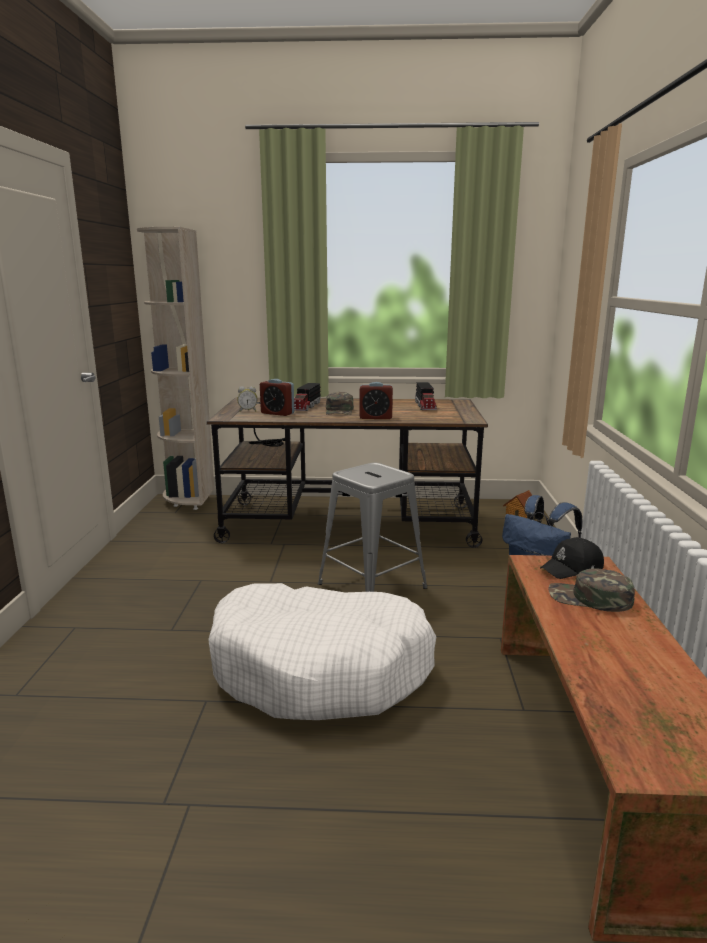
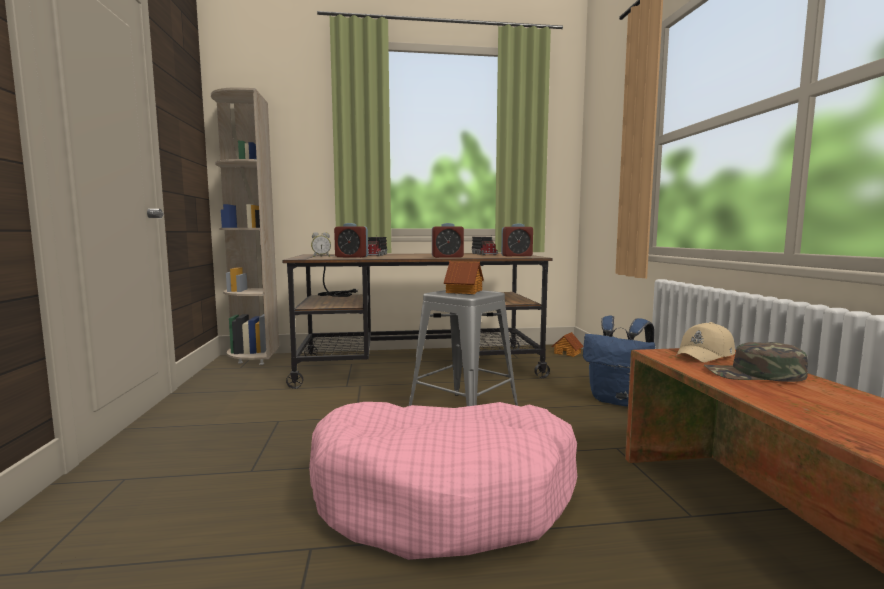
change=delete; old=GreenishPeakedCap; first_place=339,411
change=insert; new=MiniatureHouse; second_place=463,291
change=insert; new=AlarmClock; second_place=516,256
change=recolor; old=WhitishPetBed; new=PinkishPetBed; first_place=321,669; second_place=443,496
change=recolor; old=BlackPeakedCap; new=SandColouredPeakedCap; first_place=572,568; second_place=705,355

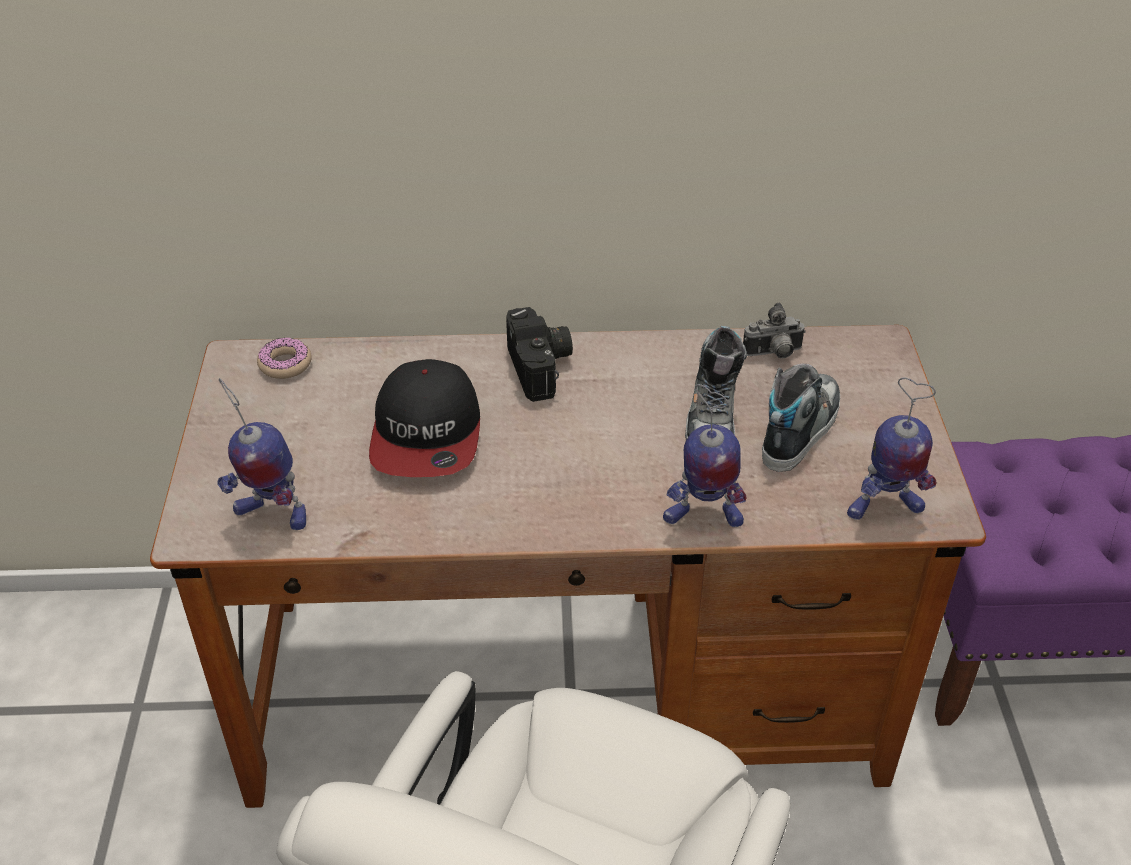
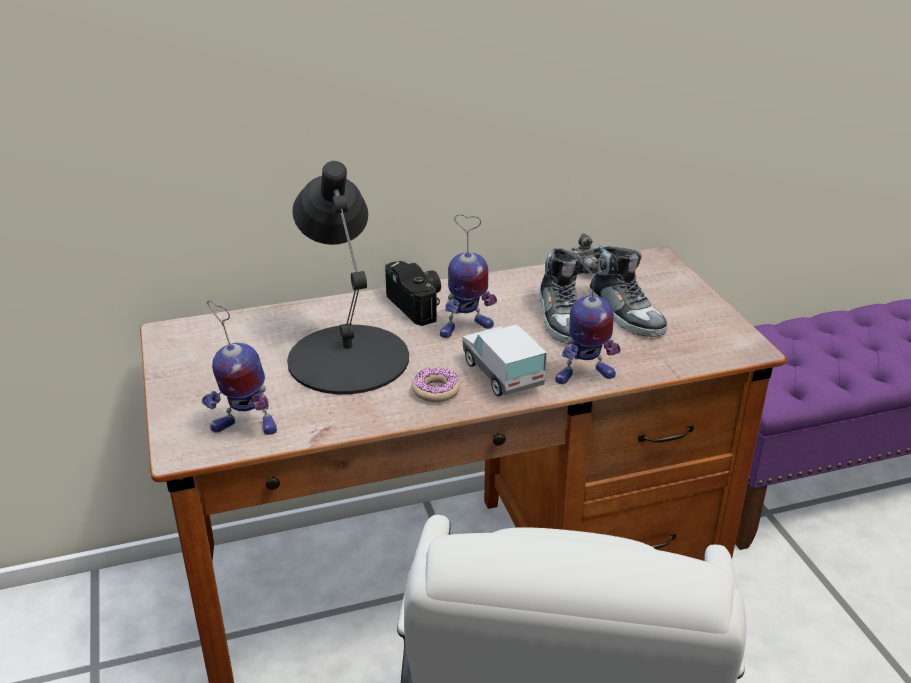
change=insert; new=ToyLorry; second_place=502,375
change=move; old=Donut; first_place=285,364; second_place=436,390
change=move; old=RobotFigure; first_place=884,508; second_place=465,329
change=replace; old=PeakedCap; new=BlackLampForATable; first_place=427,434; second_place=349,357
change=rotate; old=Shoe; first_place=799,429; second_place=625,314; degrees=135

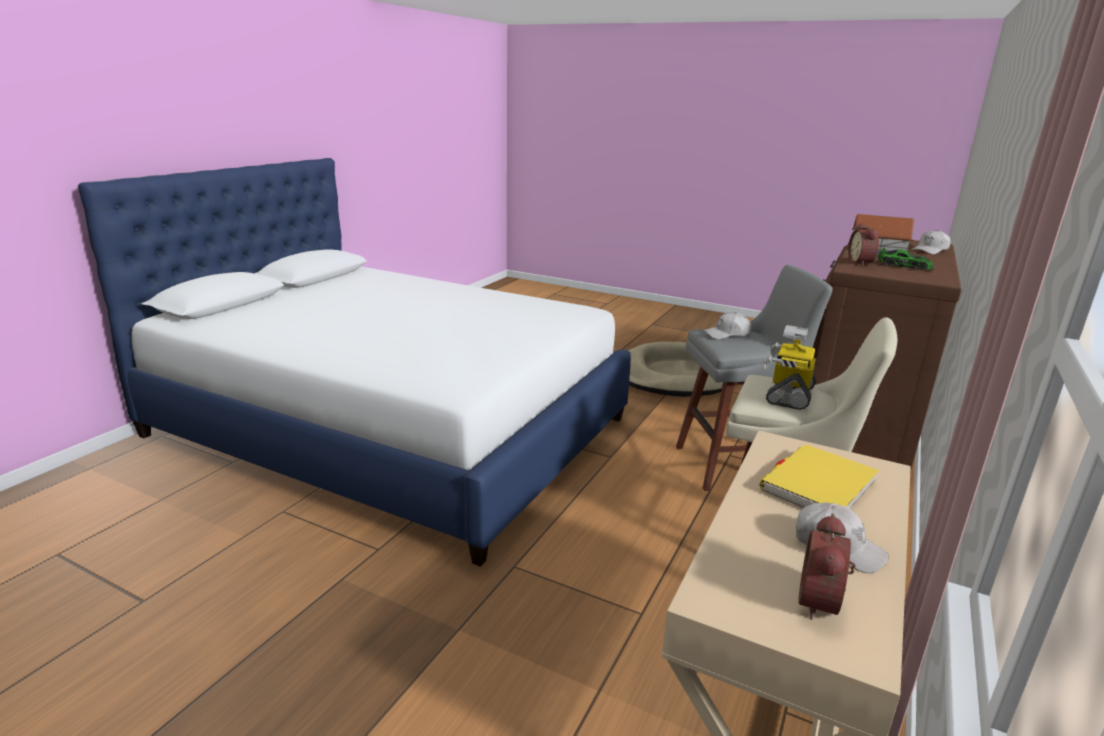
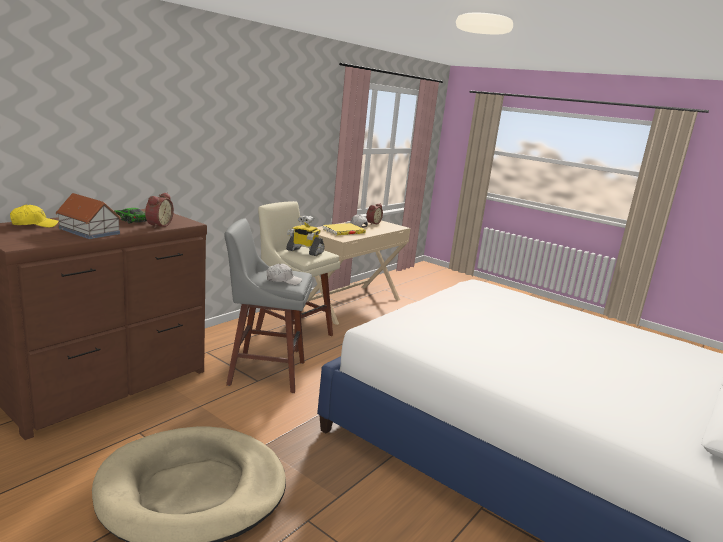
change=recolor; old=WhitishPeakedCap; new=YellowPeakedCap; first_place=930,250; second_place=34,224
change=rotate; old=RobotFigure; first_place=788,395; second_place=304,251; degrees=75

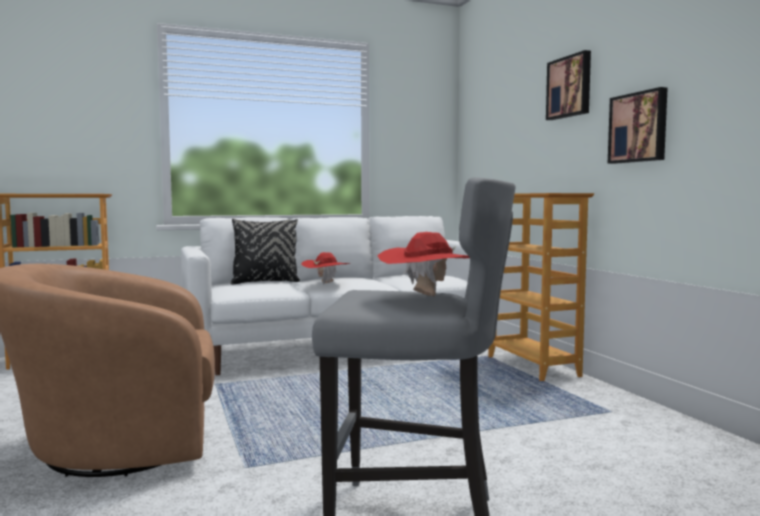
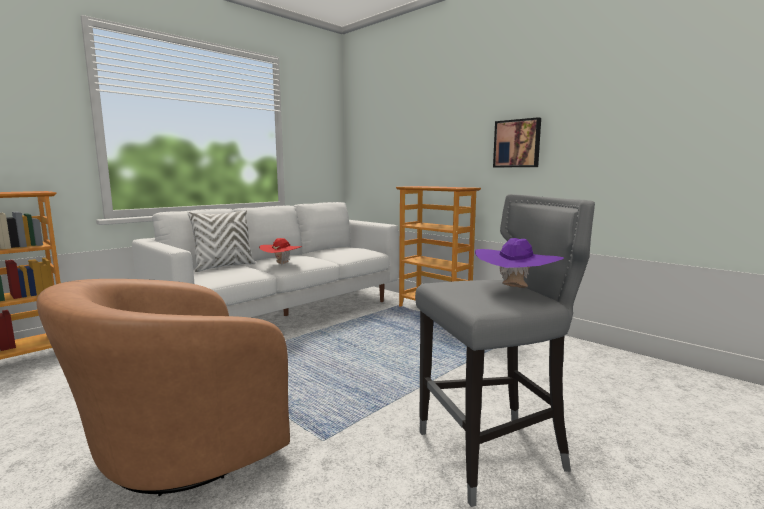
change=delete; old=WallPicture; first_place=570,87
change=recolor; old=BlackPillow; new=WhitishPillow; first_place=265,282; second_place=224,267
change=recolor; old=ReddishHat; new=PurplishHat; first_place=427,298; second_place=515,289

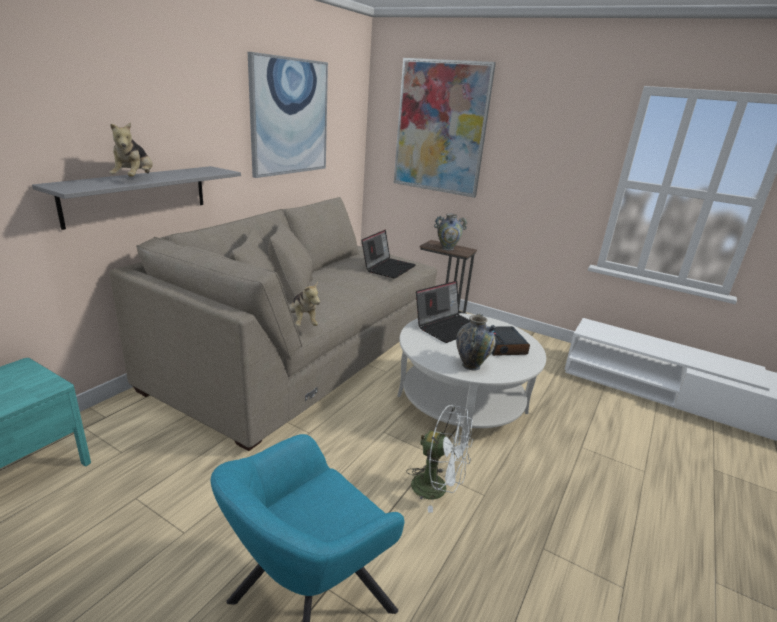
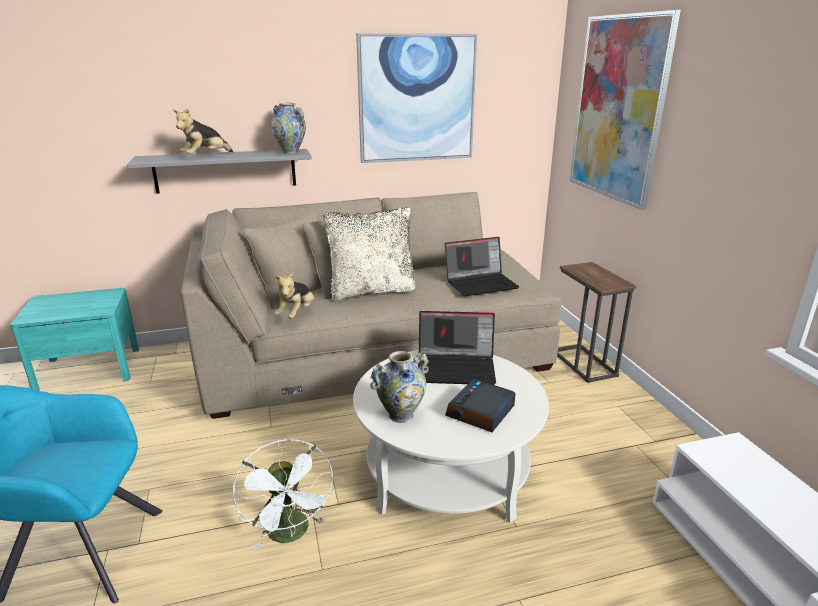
change=insert; new=SandColouredPillow; second_place=373,292
change=move; old=Vase; first_place=447,248; second_place=290,152

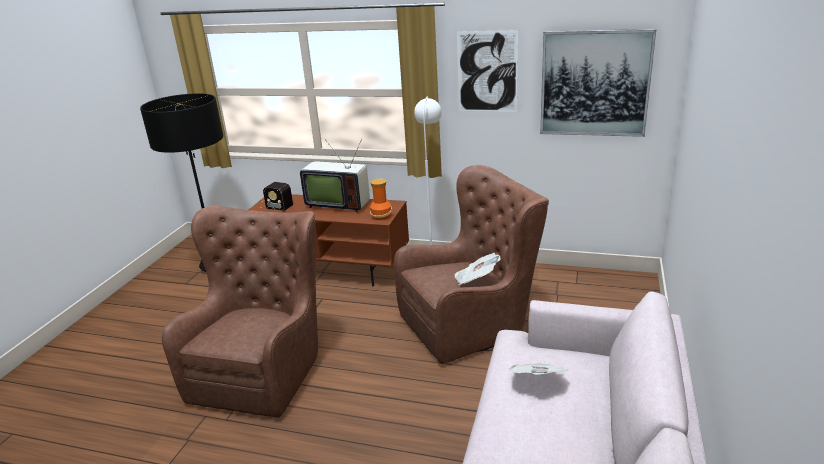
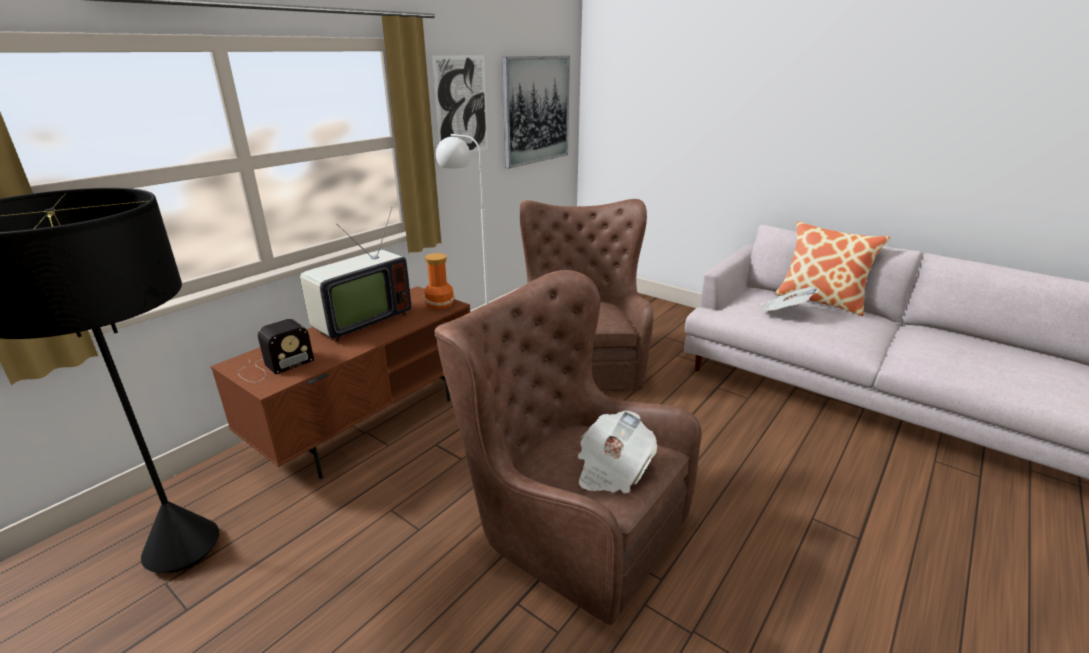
change=insert; new=Pillow; second_place=821,301
change=move; old=PrintedPaper; first_place=476,279; second_place=612,470

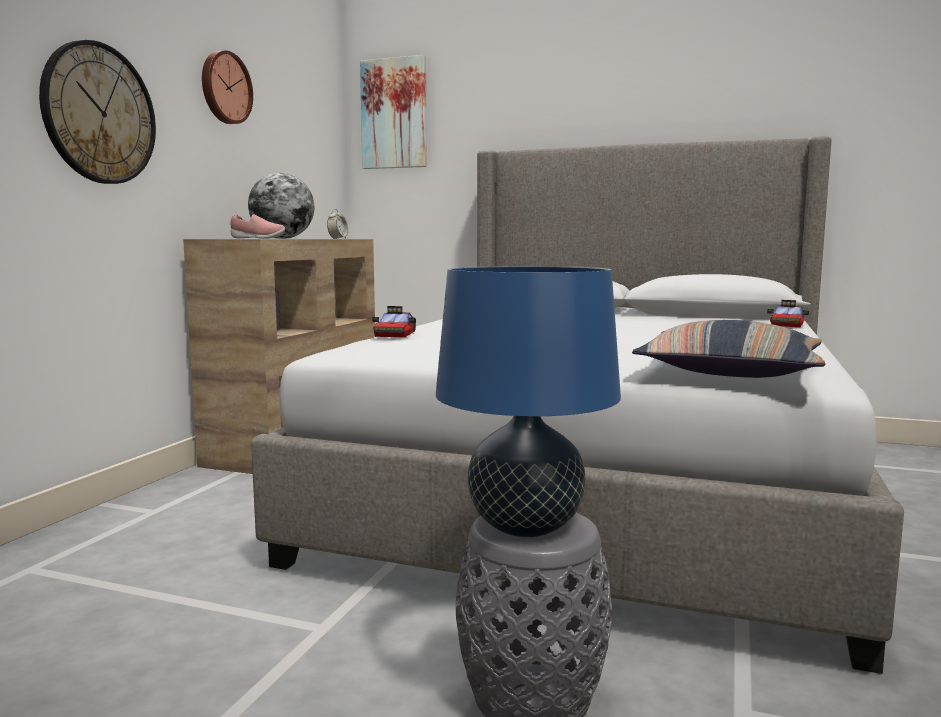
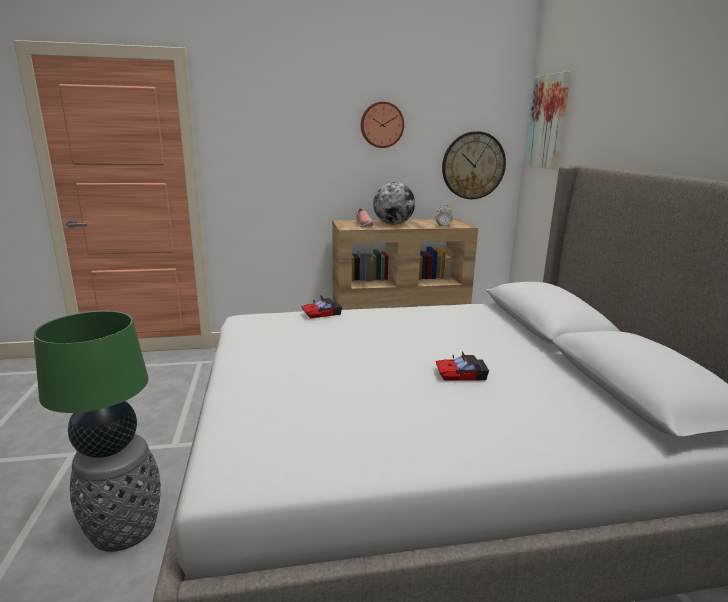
change=delete; old=Pillow; first_place=730,371
change=move; old=HangingClock; first_place=99,114; second_place=473,165
change=move; old=ToyCar; first_place=787,324; second_place=461,374
change=recolor; old=BlueColouredLampForATable; new=GreenishLampForATable; first_place=525,526; second_place=107,448

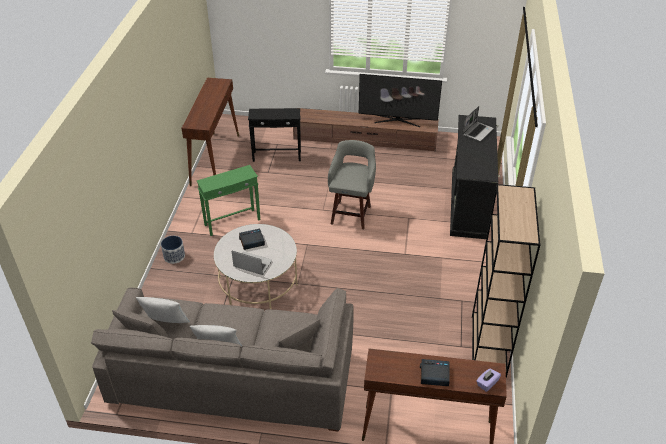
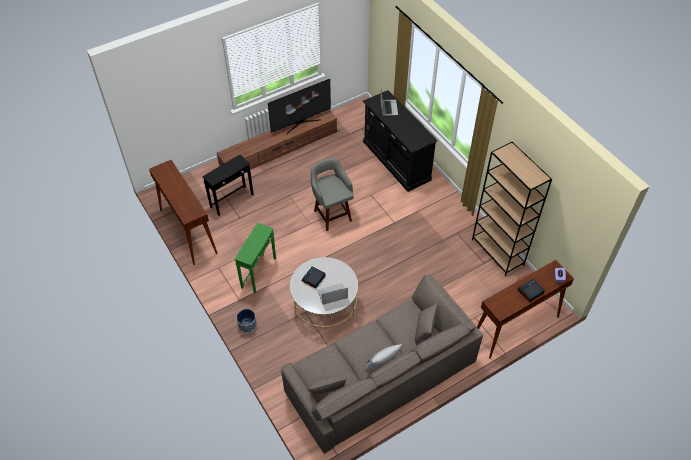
change=delete; old=GrayPillow; first_place=166,324

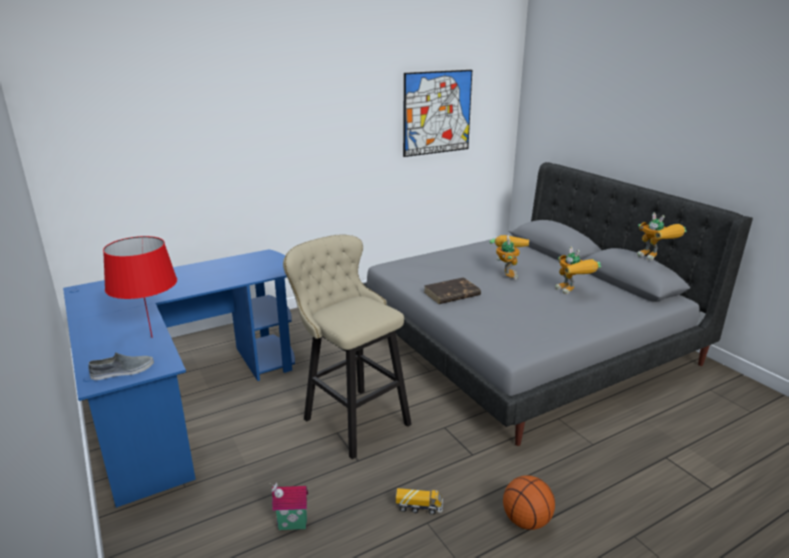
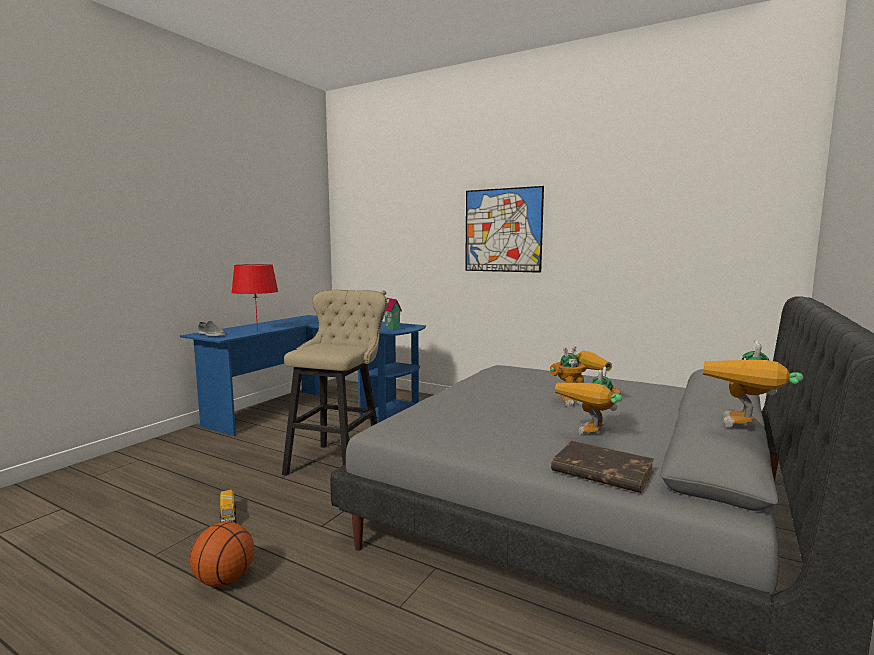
change=move; old=MiniatureHouse; first_place=292,526; second_place=391,329
change=move; old=WallPicture; first_place=437,113; second_place=502,230
change=move; old=BrownishBoundBook; first_place=451,294; second_place=601,471

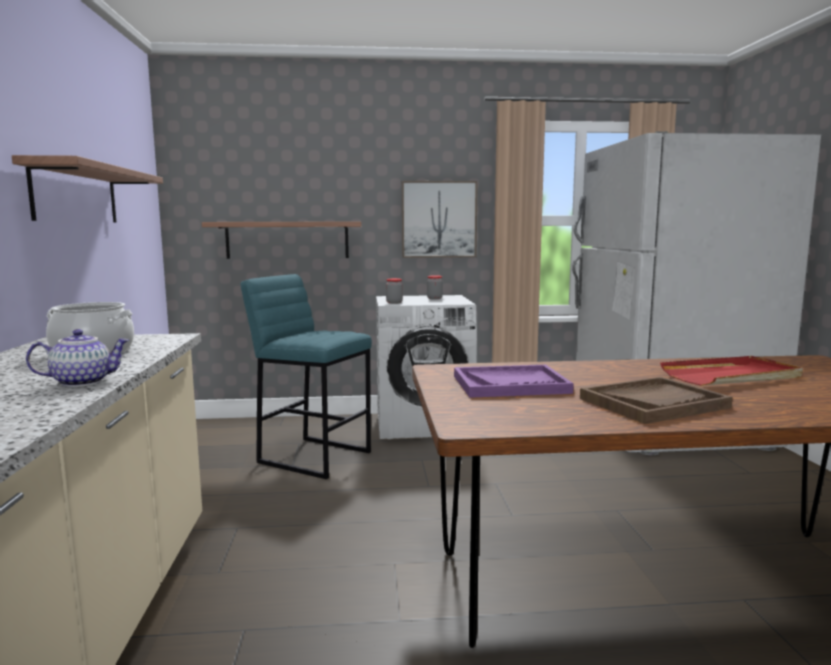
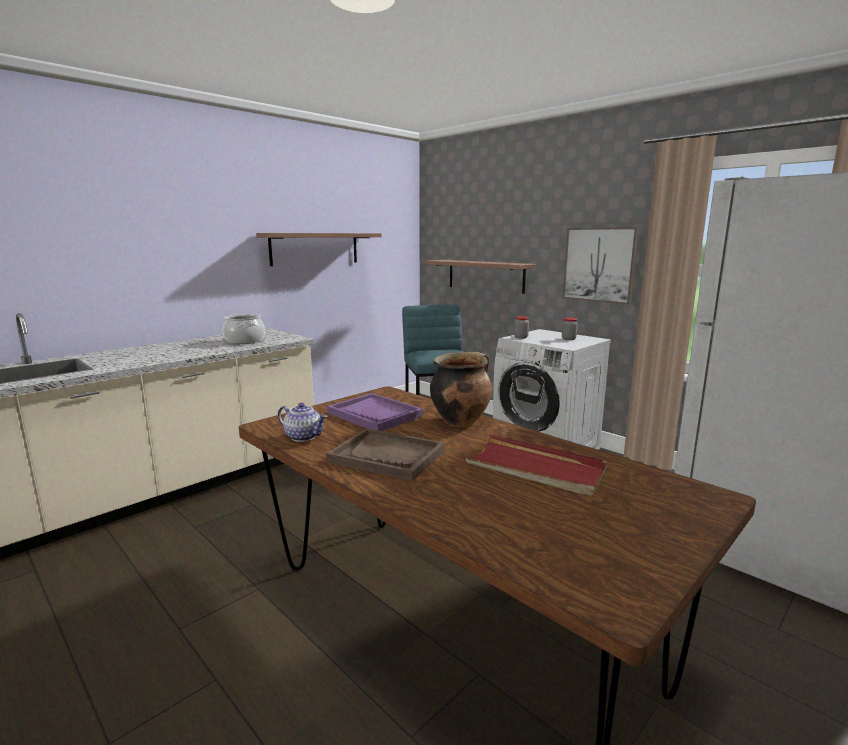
change=insert; new=Stockpot; second_place=460,421
change=move; old=Teapot; first_place=83,382; second_place=304,437

